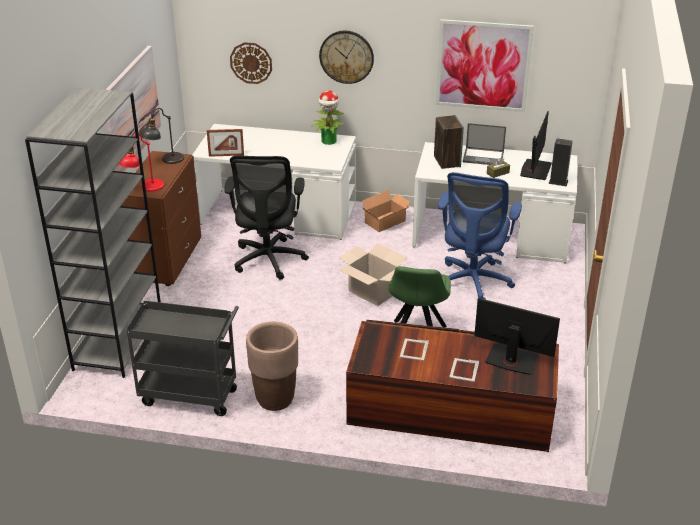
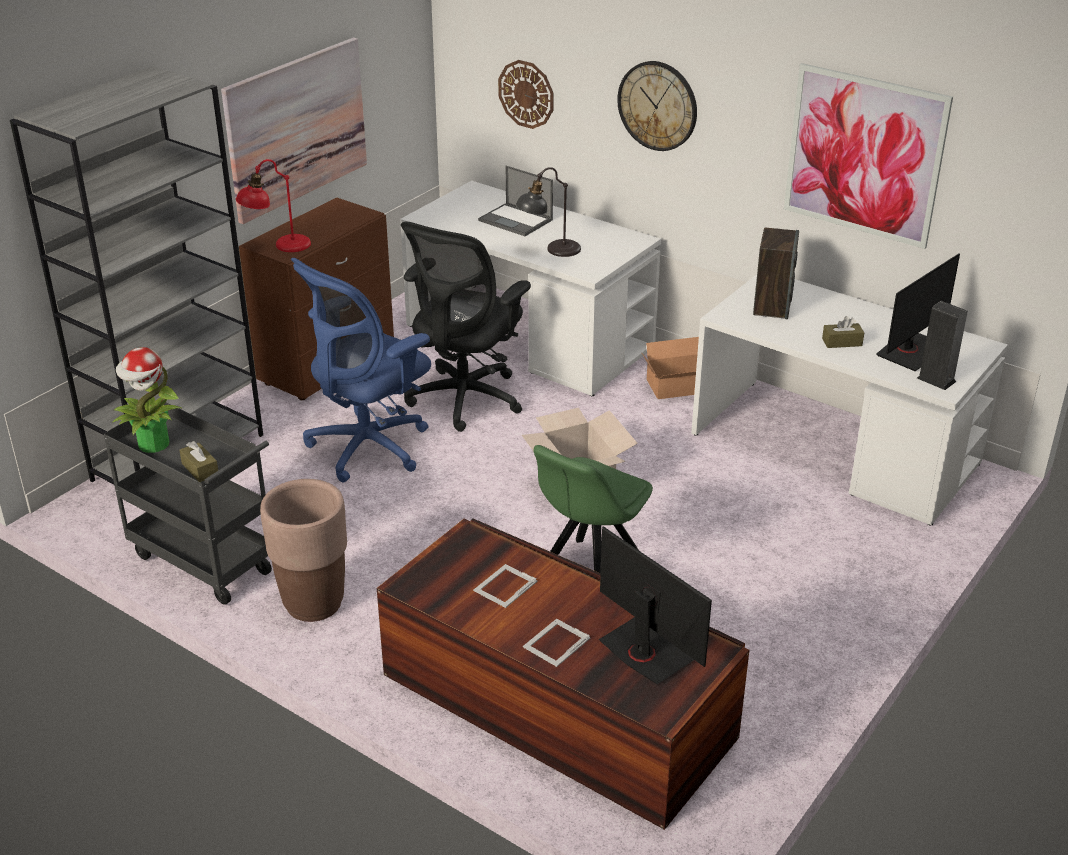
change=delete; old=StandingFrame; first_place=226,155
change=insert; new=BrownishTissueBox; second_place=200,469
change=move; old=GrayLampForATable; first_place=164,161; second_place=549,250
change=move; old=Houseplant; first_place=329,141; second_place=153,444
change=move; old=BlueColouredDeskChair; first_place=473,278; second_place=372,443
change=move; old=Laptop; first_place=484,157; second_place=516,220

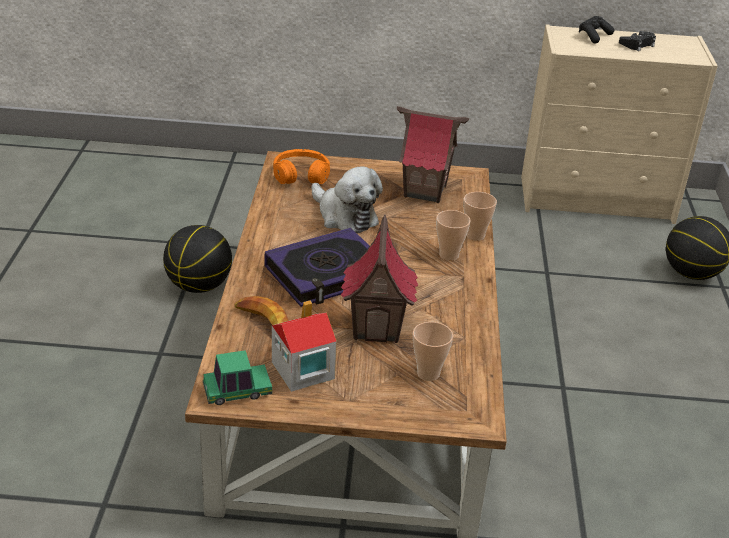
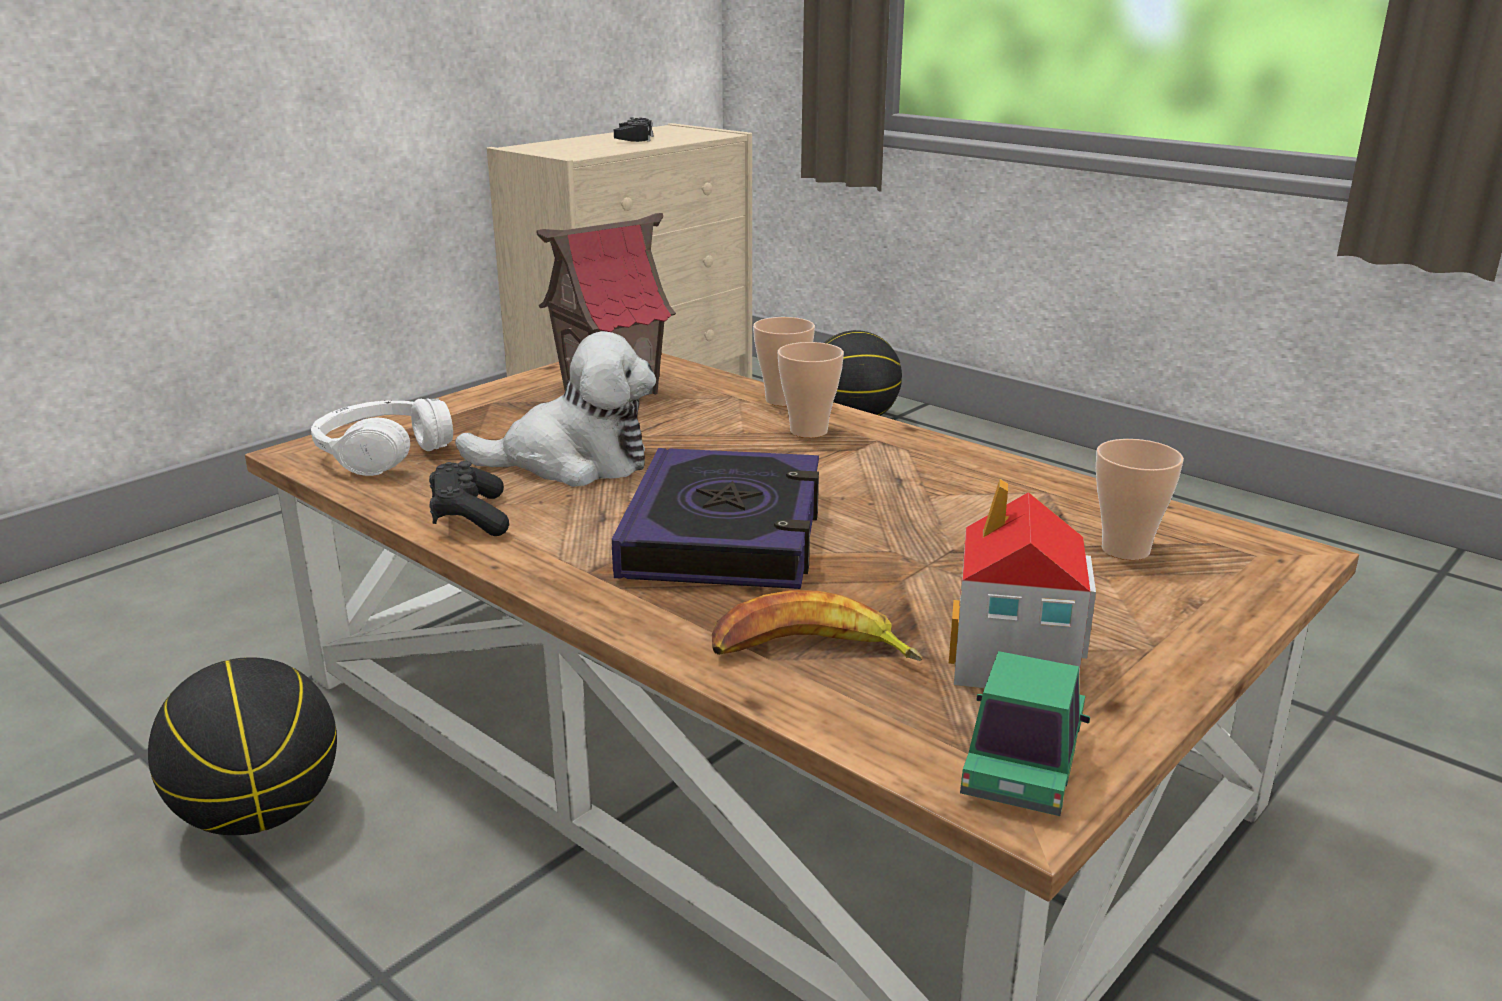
change=delete; old=MiniatureHouse; first_place=377,327
change=move; old=BlackJoypad; first_place=594,36; second_place=470,518
change=recolor; old=OrangeyHeadphones; new=WhitishHeadphones; first_place=301,175; second_place=382,453

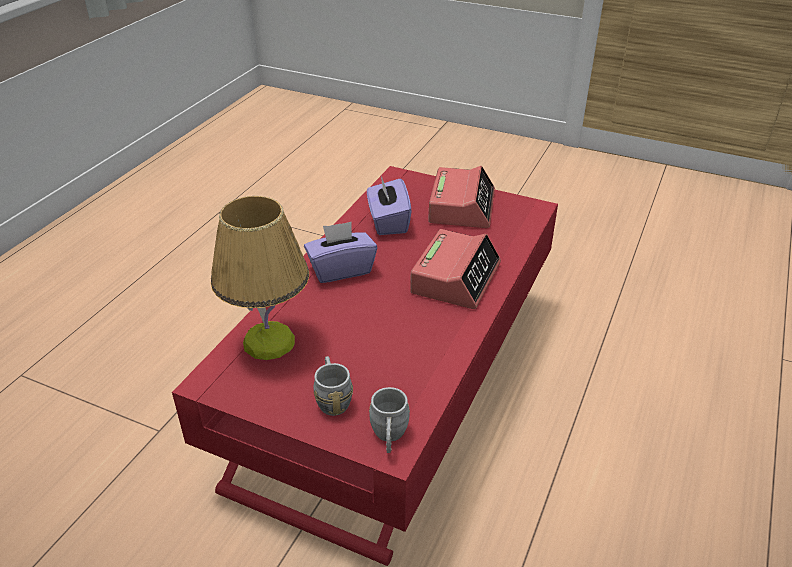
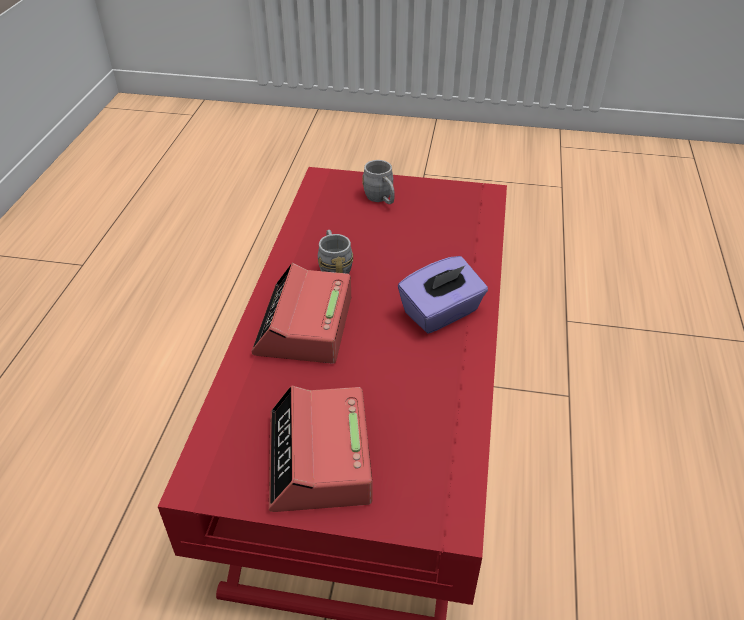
change=delete; old=LampForATable; first_place=269,342
change=delete; old=PurplishTissueBox; first_place=388,222
change=move; old=GrayCoffeeMug; first_place=389,437; second_place=334,268

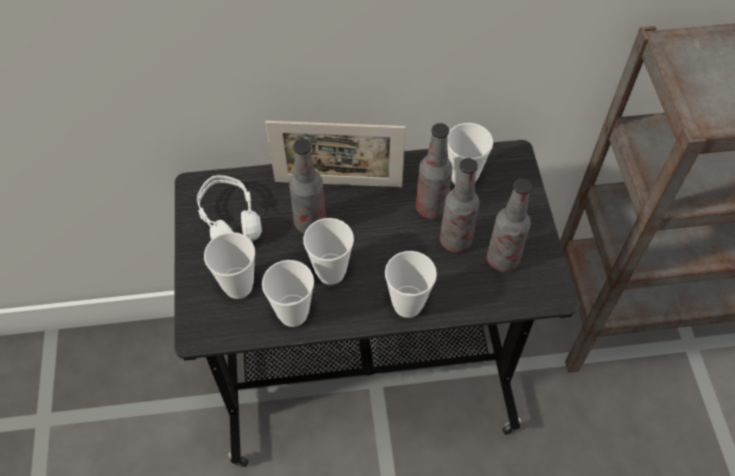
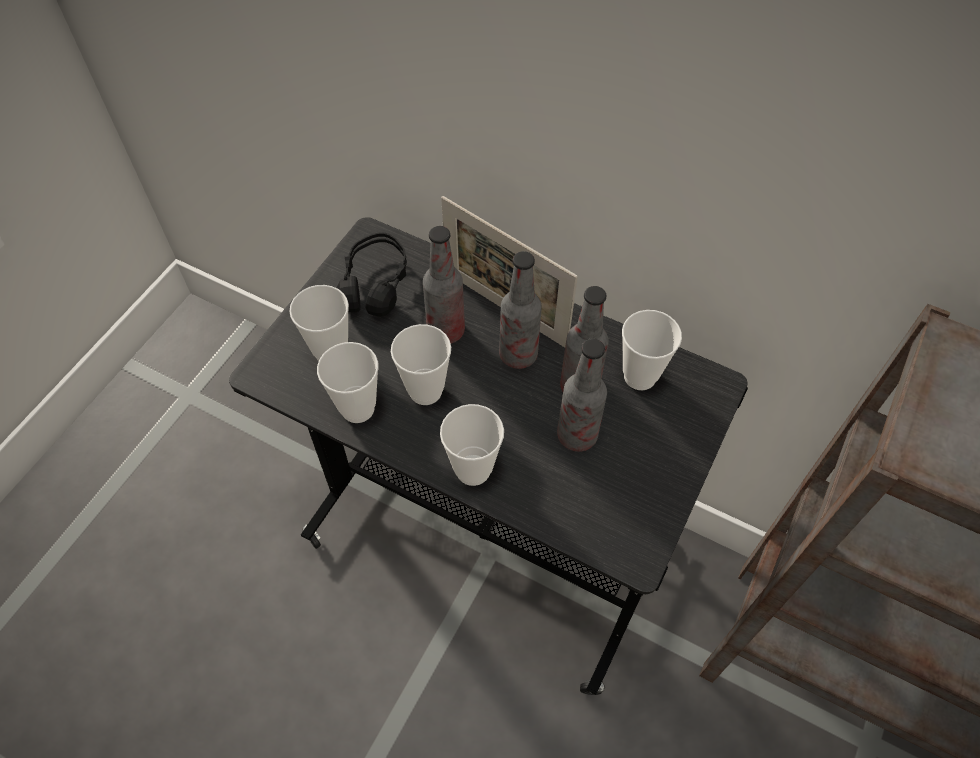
change=move; old=BeverageBottle; first_place=502,259; second_place=518,355
change=recolor; old=WhitishHeadphones; new=BlackHeadphones; first_place=229,219; second_place=375,284

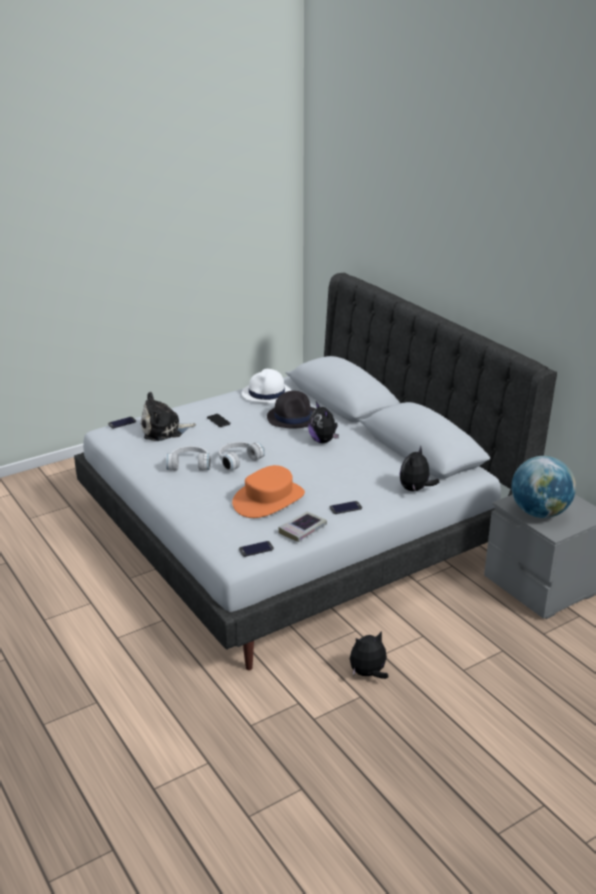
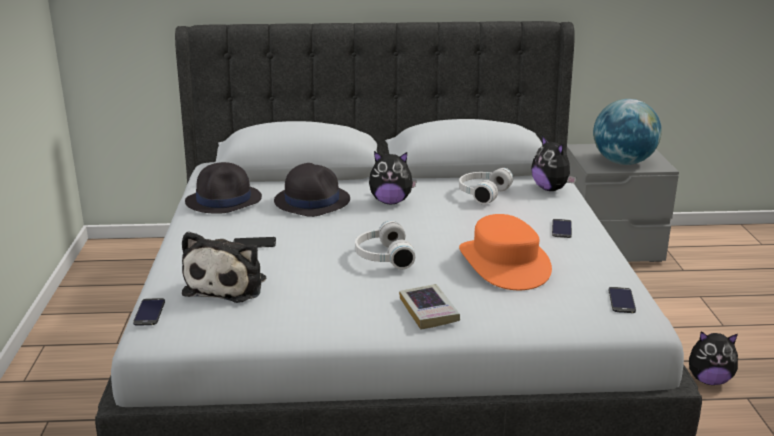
change=move; old=WhitishHeadphones; first_place=189,464; second_place=481,193
change=move; old=BoundBook; first_place=302,530; second_place=428,311
change=recolor; old=WhitishHat; new=BlackHat; first_place=266,394; second_place=224,200
change=rotate; old=PlushToy; first_place=368,674; second_place=709,380; degrees=-90

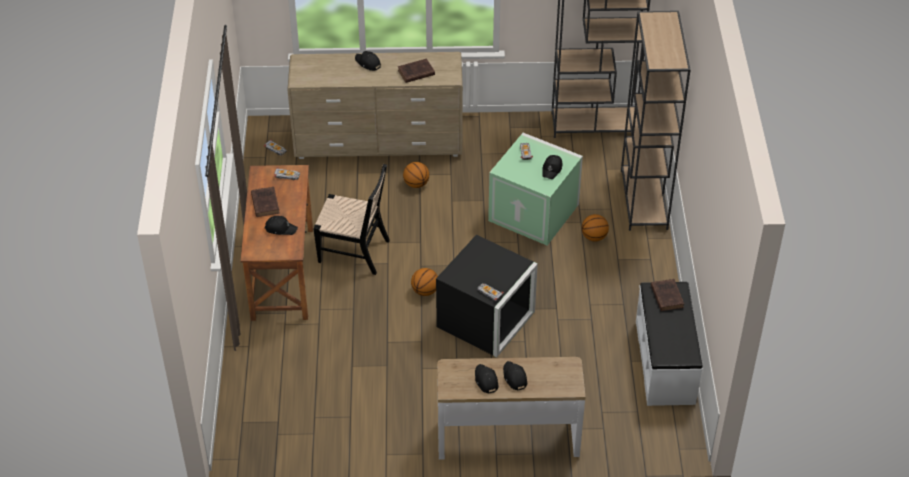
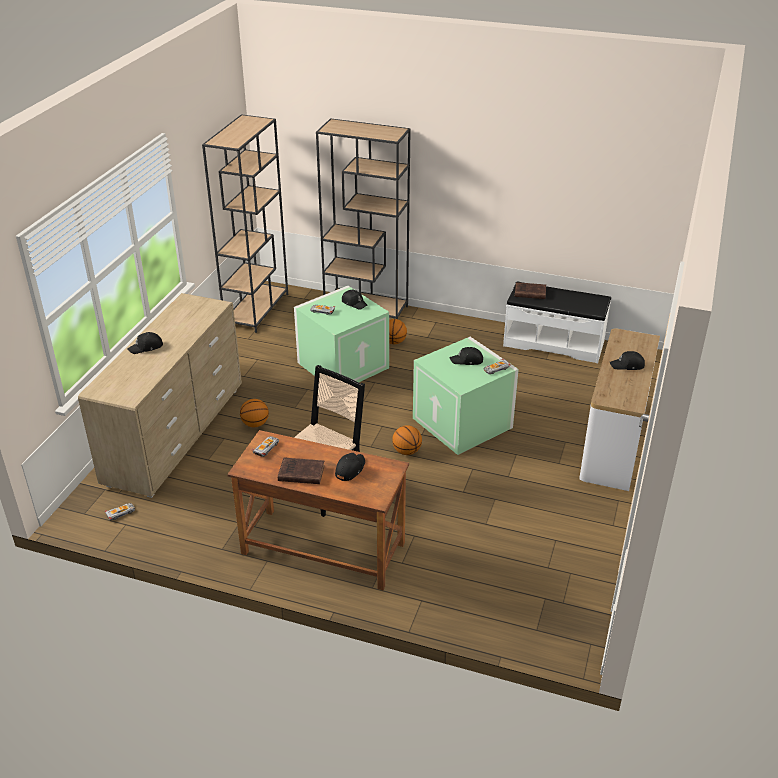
change=delete; old=BrownishBoundBook; first_place=415,73
change=move; old=BlackPeakedCap; first_place=485,380; second_place=467,360
change=recolor; old=BlackStorageBin; new=GreenishStorageBin; first_place=486,320; second_place=464,423

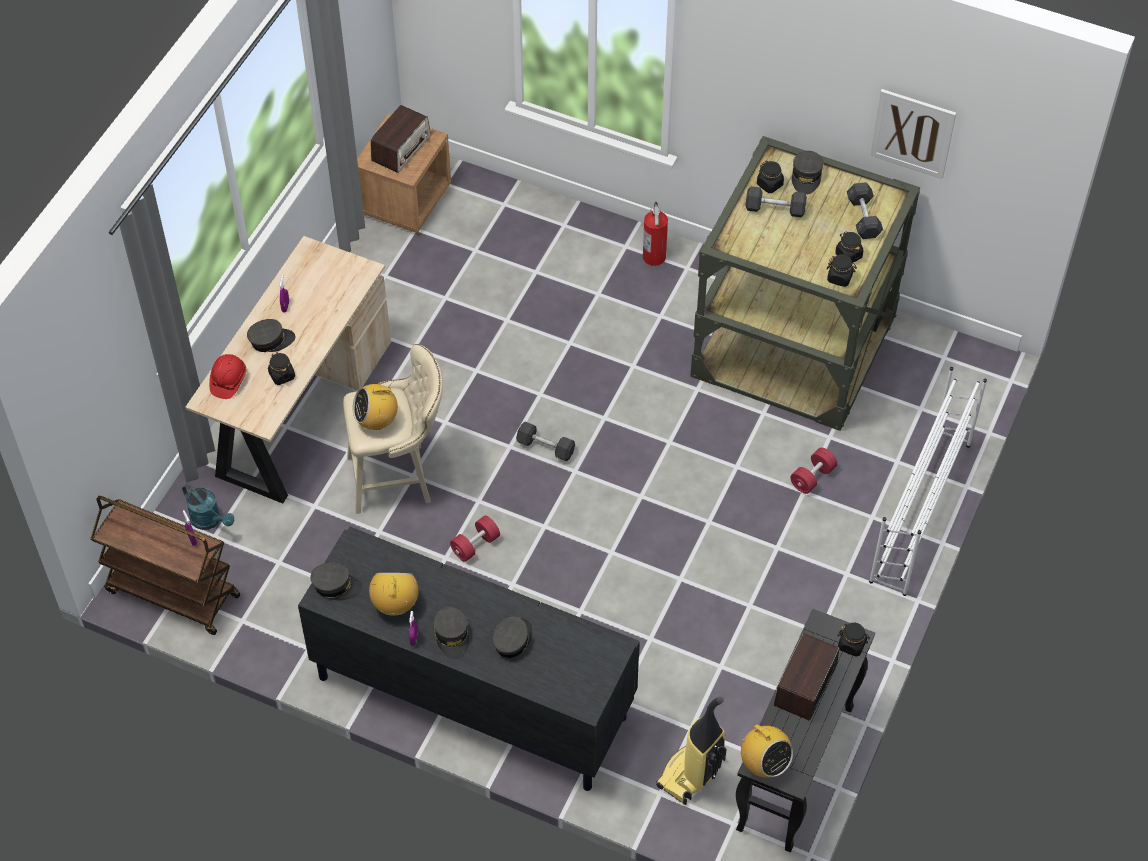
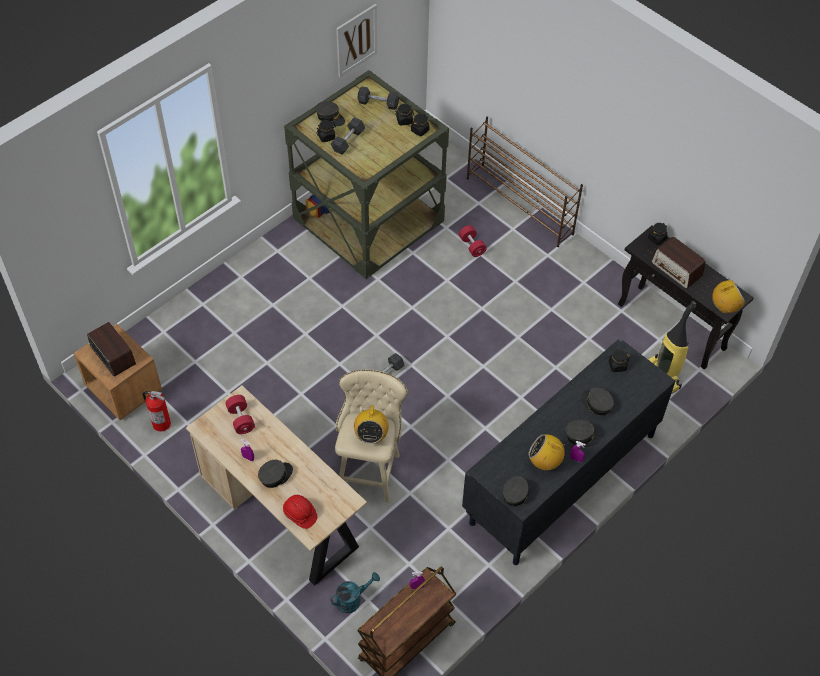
change=move; old=BlackStorageJar; first_place=282,375; second_place=617,366
change=move; old=ReddishFreeWeight; first_place=475,545; second_place=241,419
change=move; old=Extinguisher; first_place=654,256; second_place=161,423
change=recolor; old=WhitishShoeStand; new=BrownishShoeStand; first_place=919,513; second_place=519,206
change=rotate; old=GrayPeakedCap; first_place=271,340; second_place=275,476; degrees=45

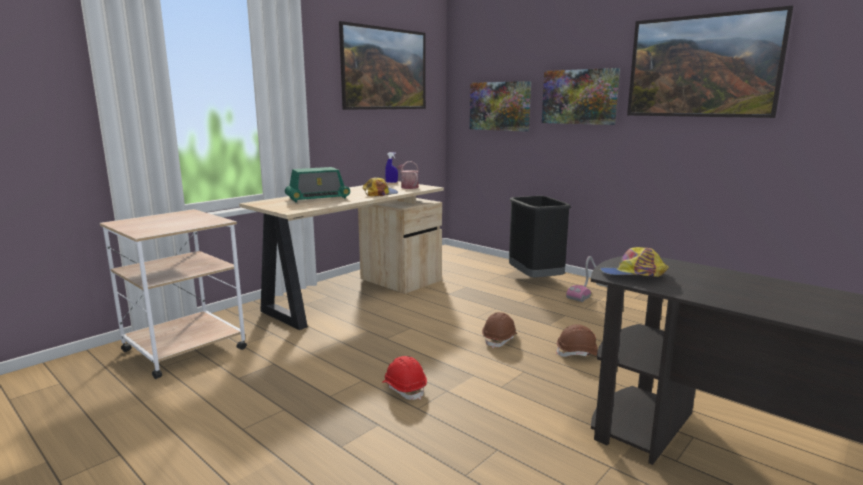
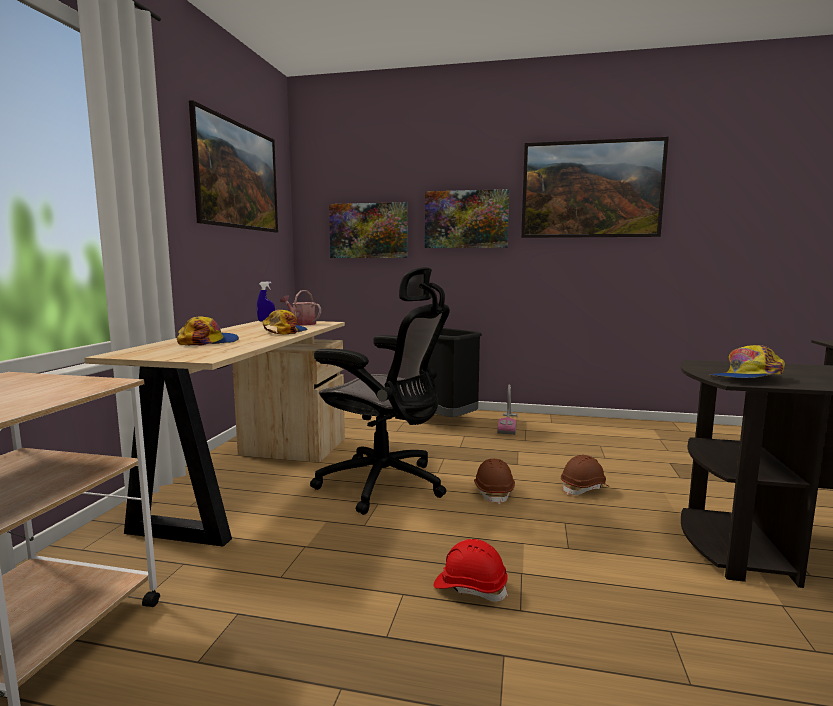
change=insert; new=DeskChair; second_place=383,484
change=replace; old=RadioReceiver; new=PeakedCap; first_place=318,198; second_place=208,342

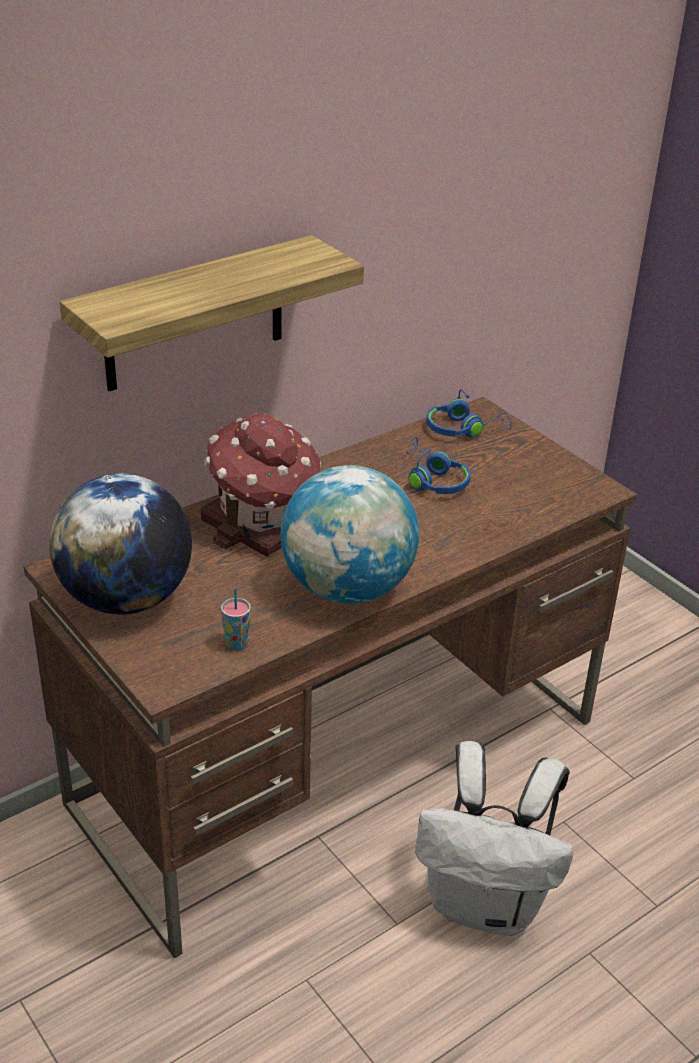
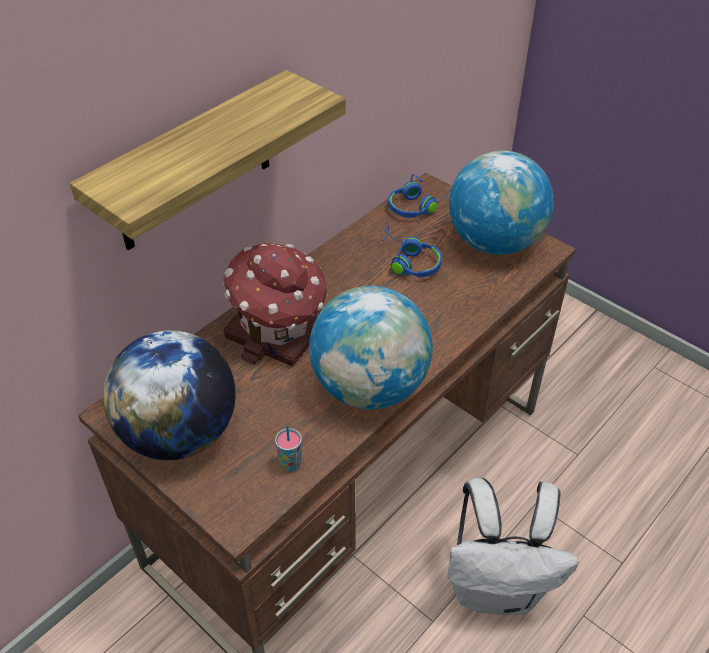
change=insert; new=DeskGlobe; second_place=494,242

